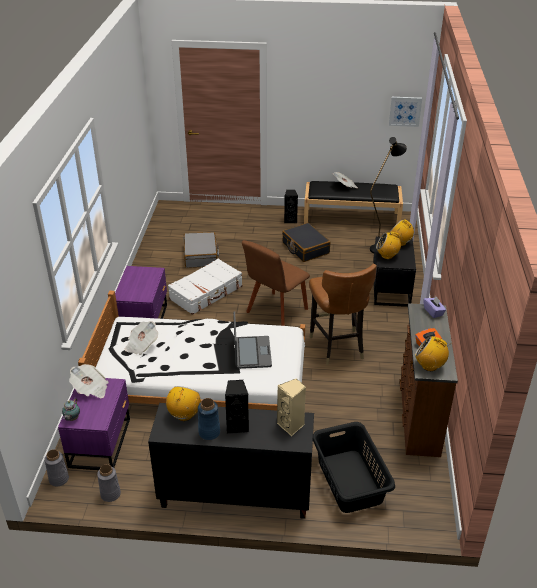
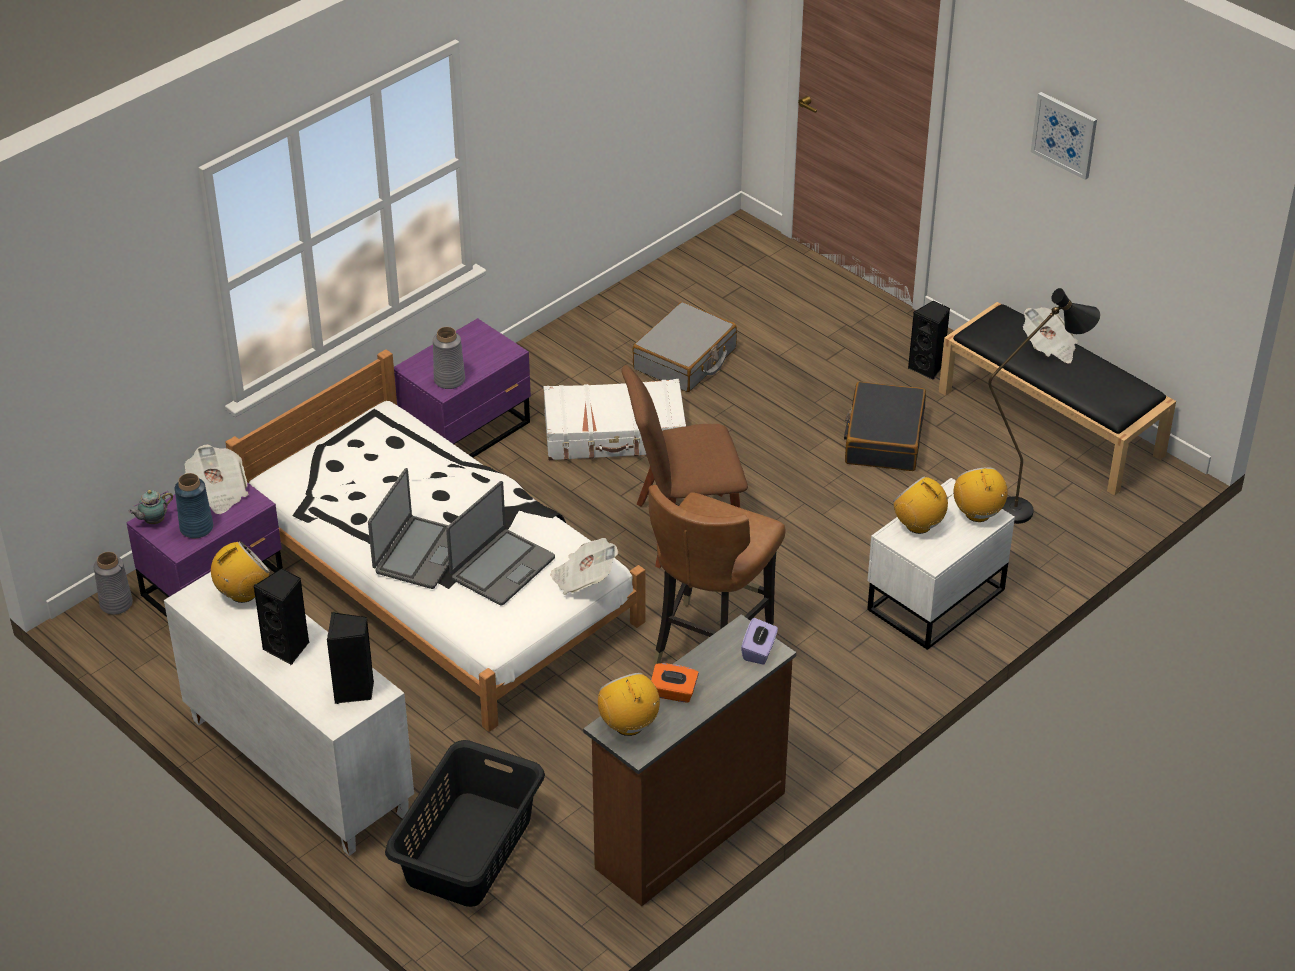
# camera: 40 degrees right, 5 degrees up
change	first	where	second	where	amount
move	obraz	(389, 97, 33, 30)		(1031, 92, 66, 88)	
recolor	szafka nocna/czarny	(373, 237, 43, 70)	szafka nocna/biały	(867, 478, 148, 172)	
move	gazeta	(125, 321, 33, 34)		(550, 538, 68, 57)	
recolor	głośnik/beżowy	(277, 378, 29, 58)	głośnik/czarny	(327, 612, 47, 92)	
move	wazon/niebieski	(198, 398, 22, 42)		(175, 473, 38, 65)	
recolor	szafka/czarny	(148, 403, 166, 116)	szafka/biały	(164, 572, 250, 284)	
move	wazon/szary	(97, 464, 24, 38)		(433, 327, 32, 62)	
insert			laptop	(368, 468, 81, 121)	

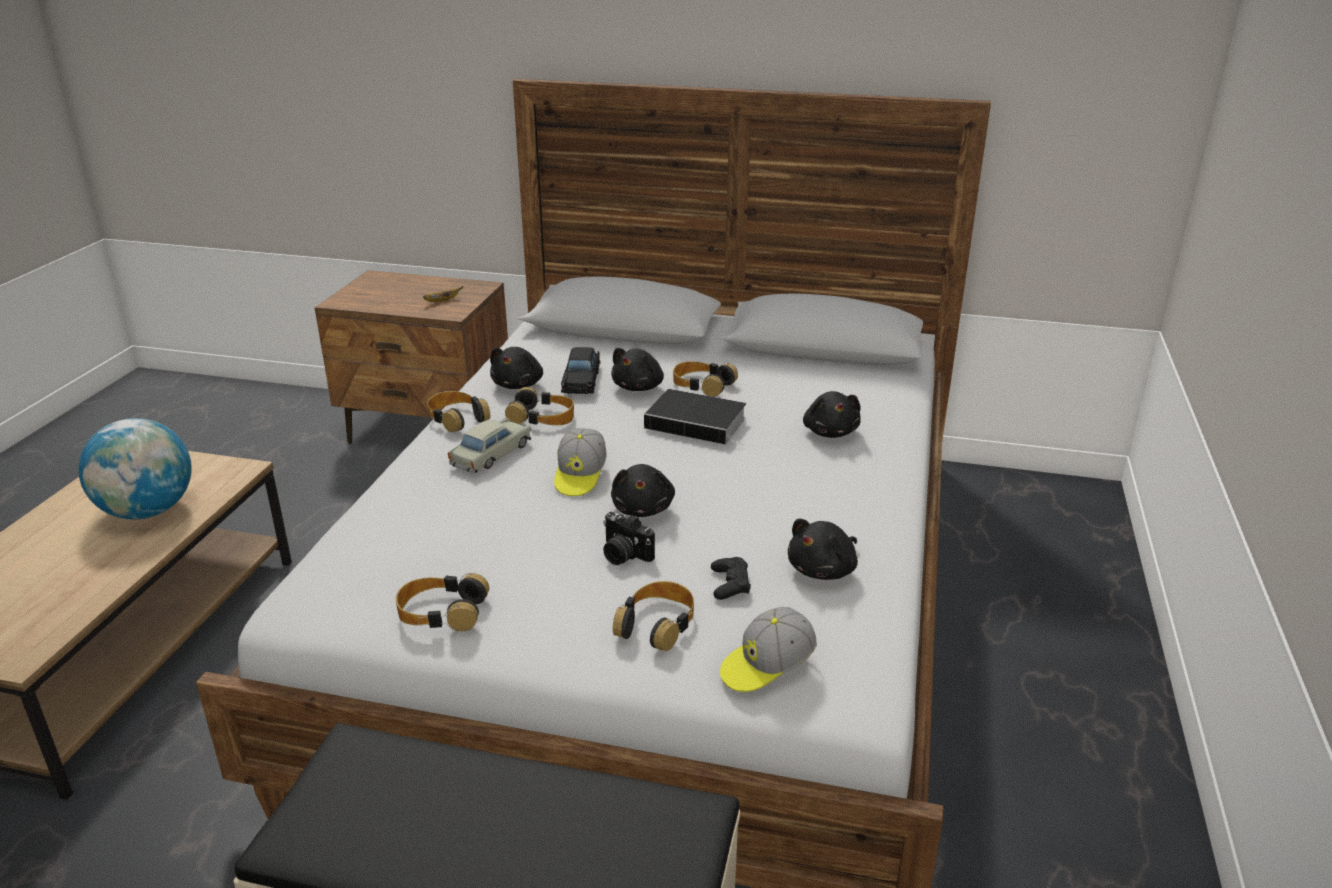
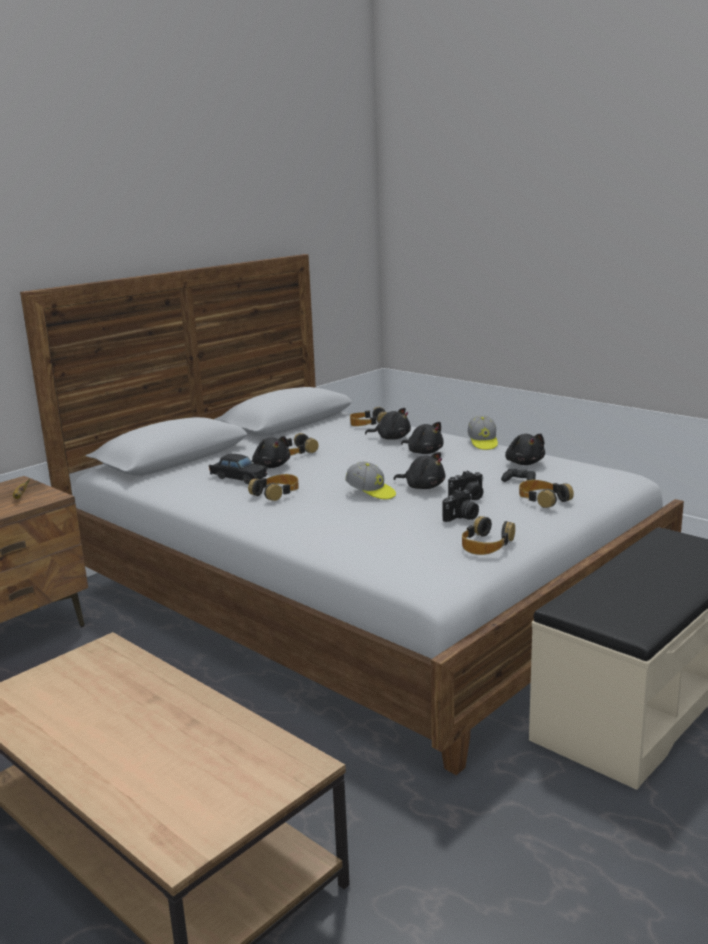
# camera: 60 degrees left, 10 degrees down
change	first	where	second	where	amount
move	pluszak/czarny	(490, 347, 53, 42)		(401, 422, 43, 32)	
delete	książka	(644, 389, 102, 57)			
move	słuchawki	(427, 391, 63, 41)		(350, 407, 37, 19)	
delete	samochodzik/beżowy	(448, 417, 83, 56)			
delete	globus	(79, 418, 113, 102)			
move	czapka z daszkiem	(720, 607, 97, 85)		(467, 416, 31, 34)	
insert			aparat fotograficzny	(442, 489, 37, 33)	

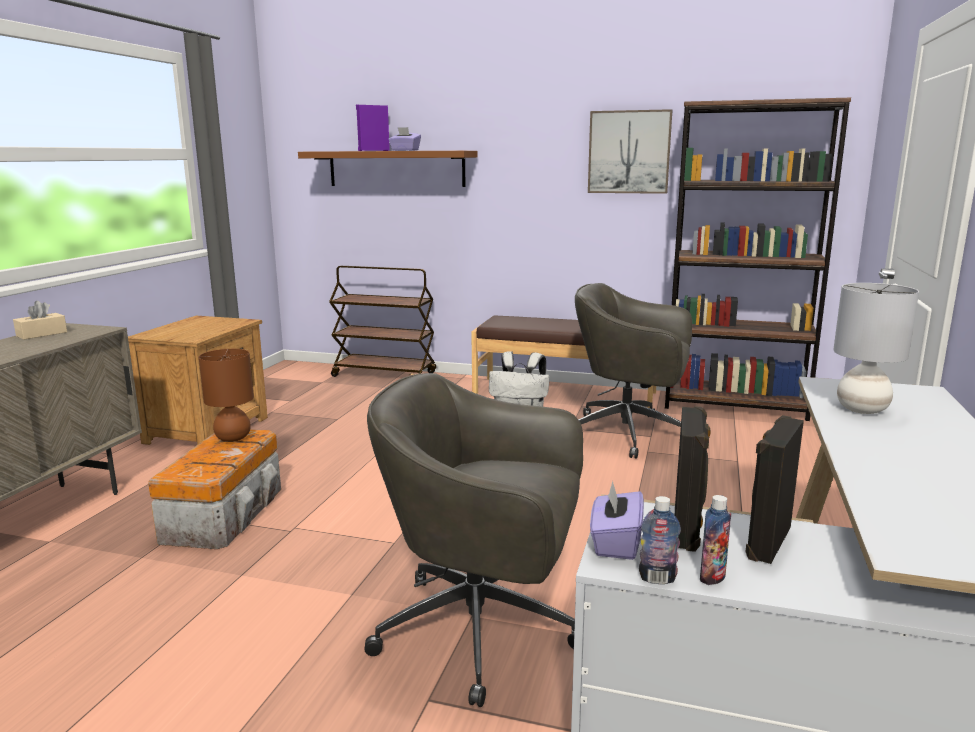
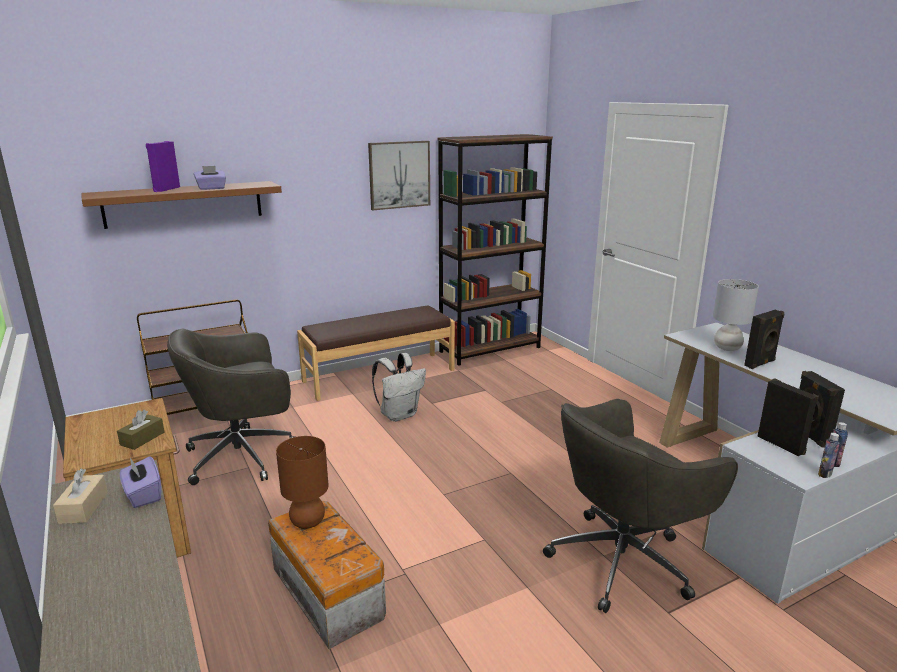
# camera: 45 degrees left, 5 degrees up
change	first	where	second	where	amount
move	krzesło biurowe/szary	(575, 283, 117, 176)		(167, 329, 128, 156)	
move	pudełko chusteczek/fioletowy	(590, 481, 54, 79)		(120, 456, 41, 52)	
insert			głośnik/czarny	(744, 310, 40, 59)	
insert			pudełko chusteczek/brązowy	(117, 410, 47, 40)	

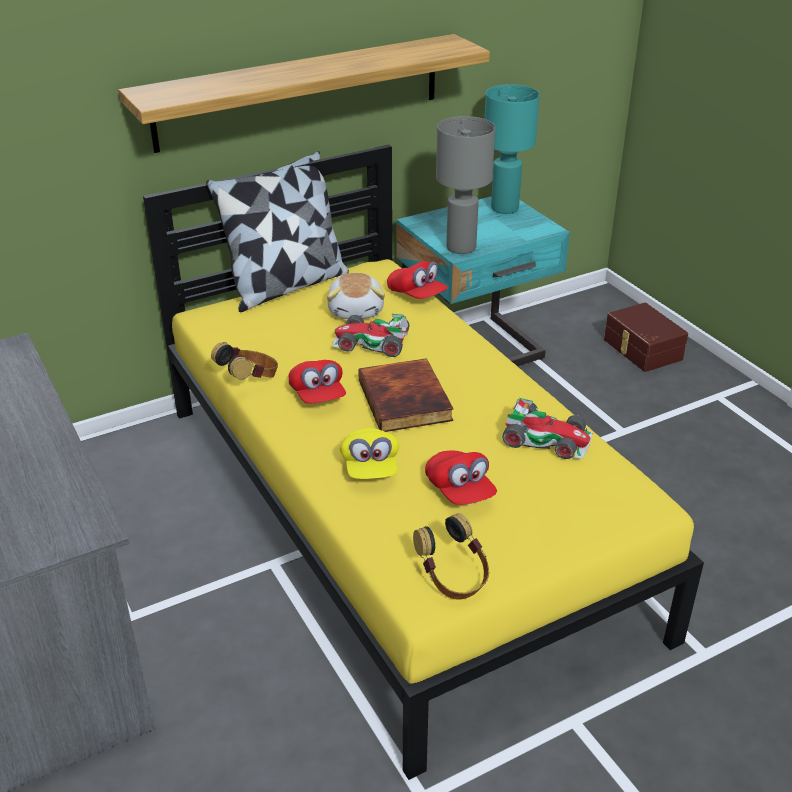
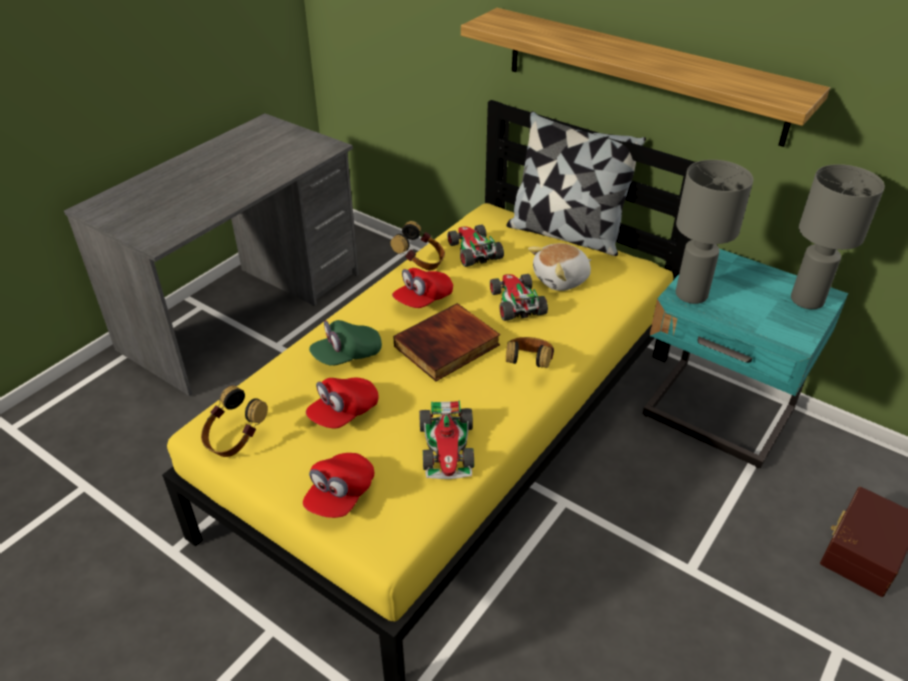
# camera: 65 degrees right, 5 degrees up
change	first	where	second	where	amount
recolor	lampa stołowa/turkusowy	(484, 84, 56, 130)	lampa stołowa/szary	(791, 164, 94, 145)	
move	czapka z daszkiem/czerwony	(387, 261, 61, 38)		(303, 453, 71, 65)	
recolor	czapka z daszkiem/żółty	(340, 428, 59, 51)	czapka z daszkiem/zielony	(309, 320, 73, 46)	
insert			samochodzik	(447, 224, 57, 43)	
insert			słuchawki	(506, 337, 48, 31)	

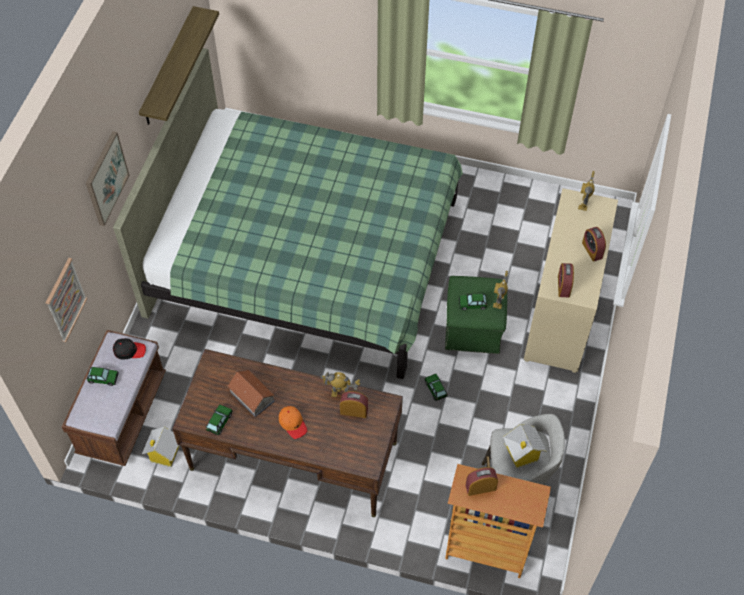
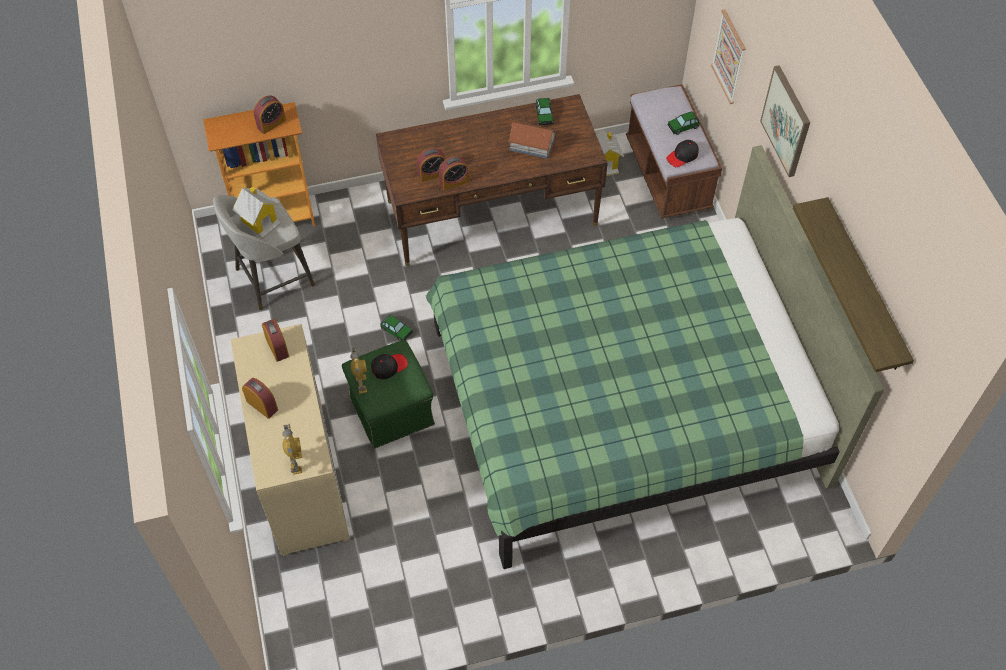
# camera: 150 degrees right, 0 degrees up
change	first	where	second	where	amount
replace	samochodzik	(459, 293, 28, 17)	czapka z daszkiem/czarny	(371, 354, 37, 25)	
replace	robot zabawkowy	(320, 372, 40, 25)	budzik	(439, 156, 30, 35)	
delete	czapka z daszkiem/pomarańczowy	(279, 406, 29, 33)			

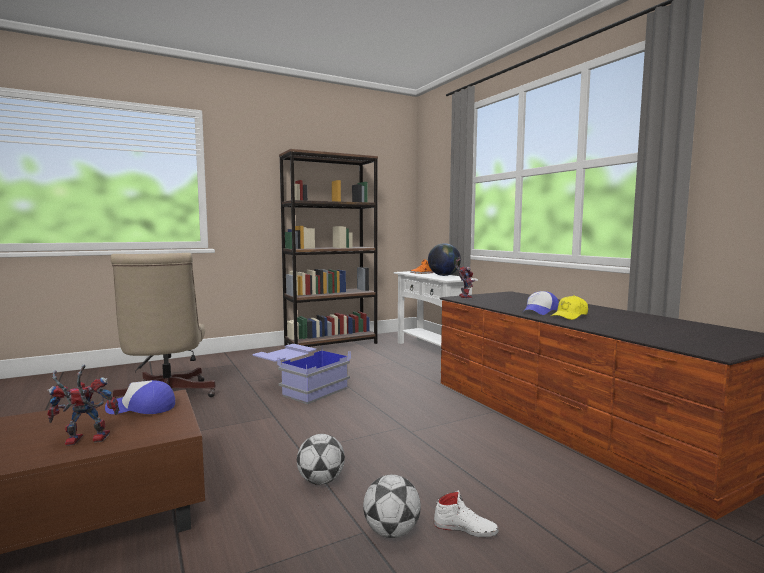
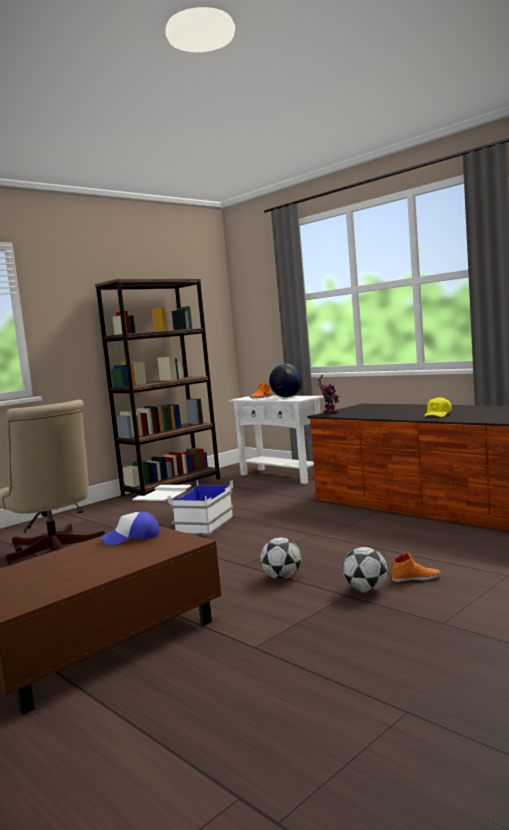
# camera: 15 degrees left, 0 degrees up
change	first	where	second	where	amount
delete	czapka z daszkiem	(525, 291, 34, 24)			
recolor	pojemnik do przechowywania/niebieski	(252, 344, 99, 60)	pojemnik do przechowywania/biały	(132, 481, 102, 55)	
delete	robot zabawkowy	(47, 365, 72, 81)			
recolor	but/biały	(434, 490, 65, 47)	but/pomarańczowy	(391, 553, 50, 29)	

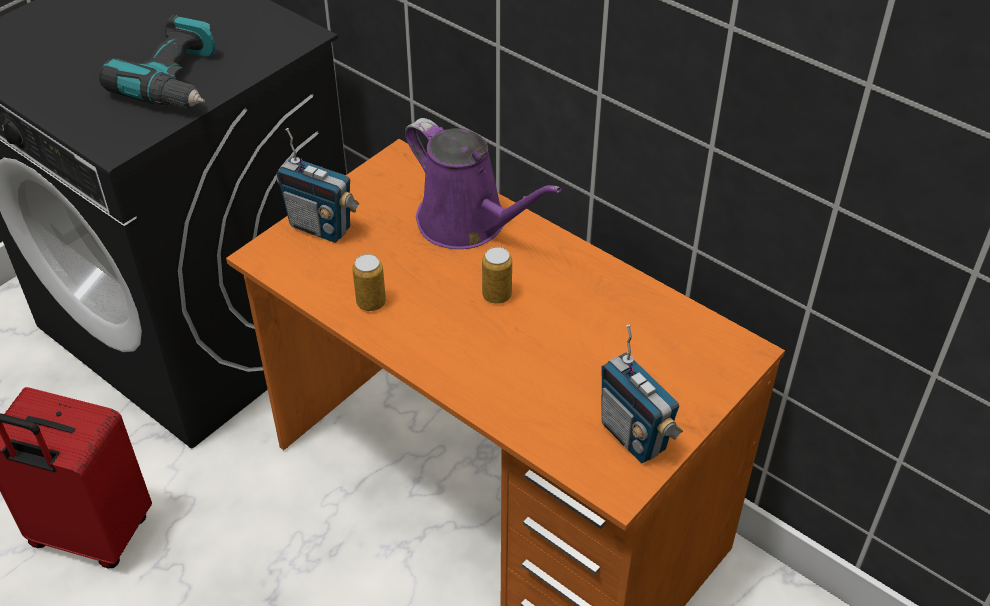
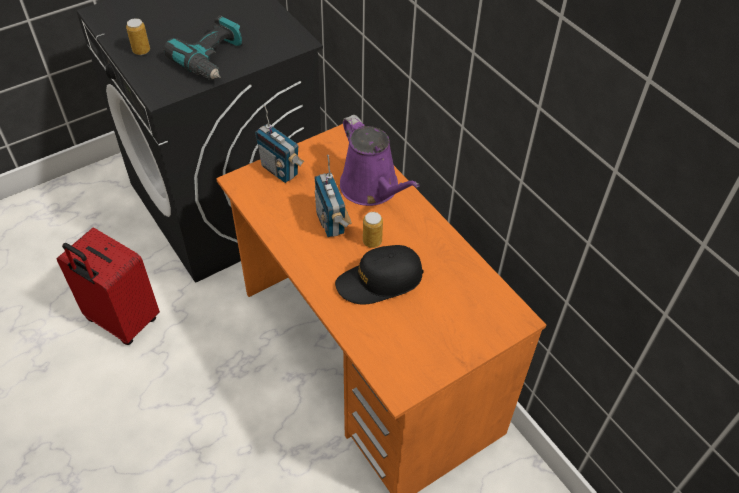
# camera: 15 degrees right, 5 degrees up
change	first	where	second	where	amount
move	puszka	(352, 254, 34, 57)		(126, 18, 24, 37)	
move	radio	(601, 324, 82, 139)		(314, 155, 38, 82)	
insert			czapka z daszkiem/czarny	(335, 245, 89, 60)	

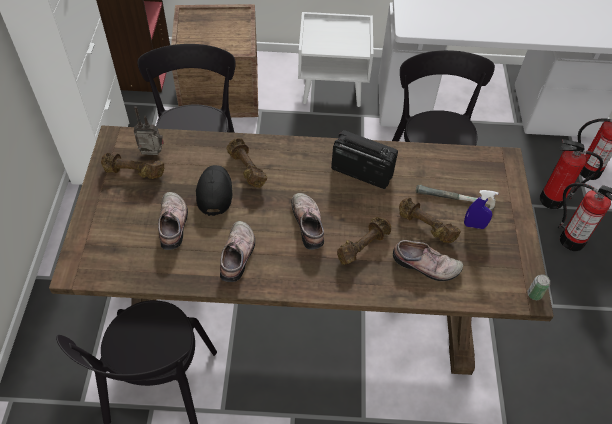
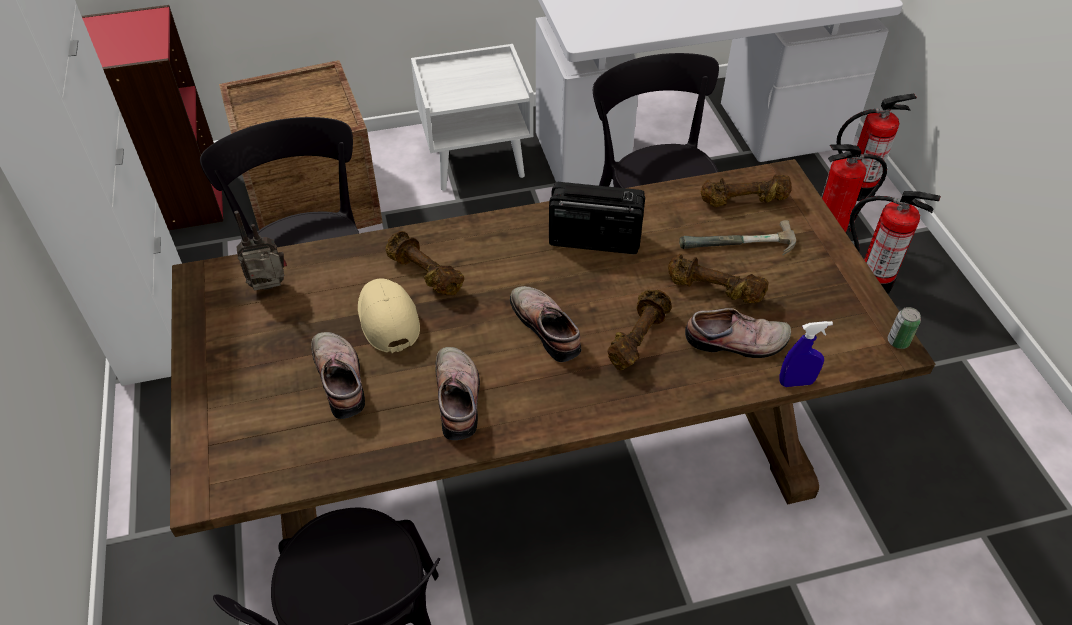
# camera: 15 degrees left, 5 degrees down
change	first	where	second	where	amount
move	hantel/brązowy	(101, 153, 64, 26)		(700, 175, 91, 32)	
recolor	czapka z daszkiem/czarny	(196, 165, 36, 51)	czapka z daszkiem/beżowy	(358, 279, 62, 74)	
move	spryskiwacz/niebieski	(464, 190, 34, 39)		(779, 321, 54, 66)	

